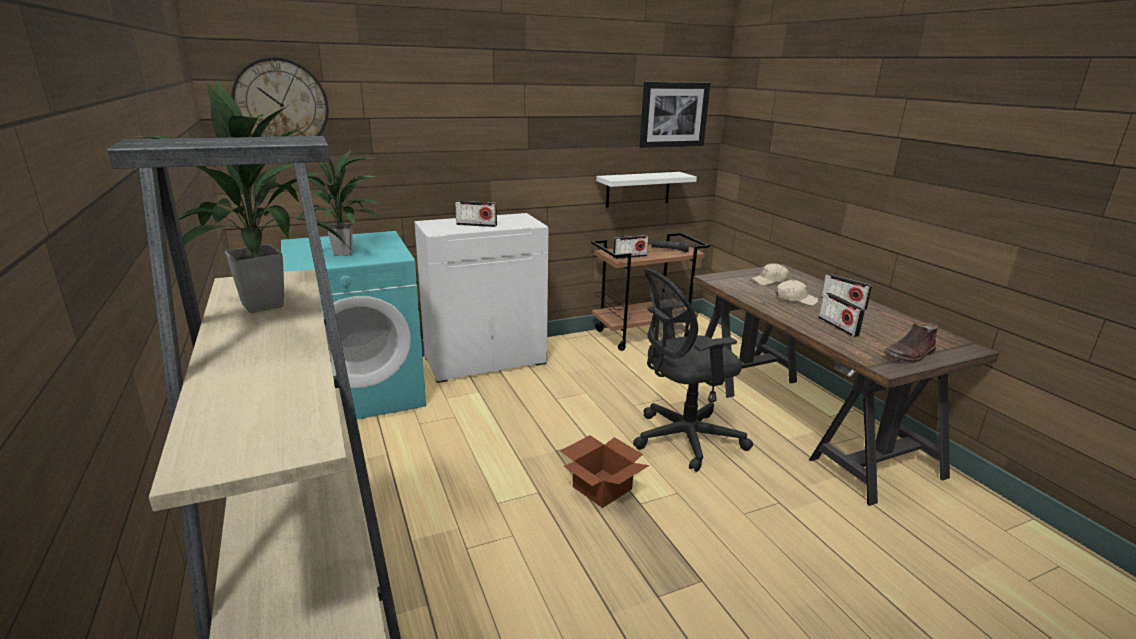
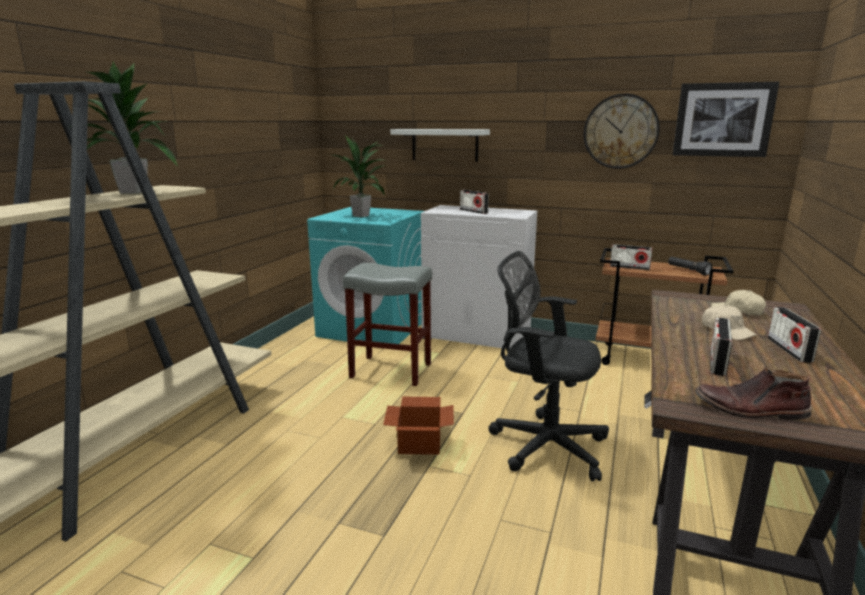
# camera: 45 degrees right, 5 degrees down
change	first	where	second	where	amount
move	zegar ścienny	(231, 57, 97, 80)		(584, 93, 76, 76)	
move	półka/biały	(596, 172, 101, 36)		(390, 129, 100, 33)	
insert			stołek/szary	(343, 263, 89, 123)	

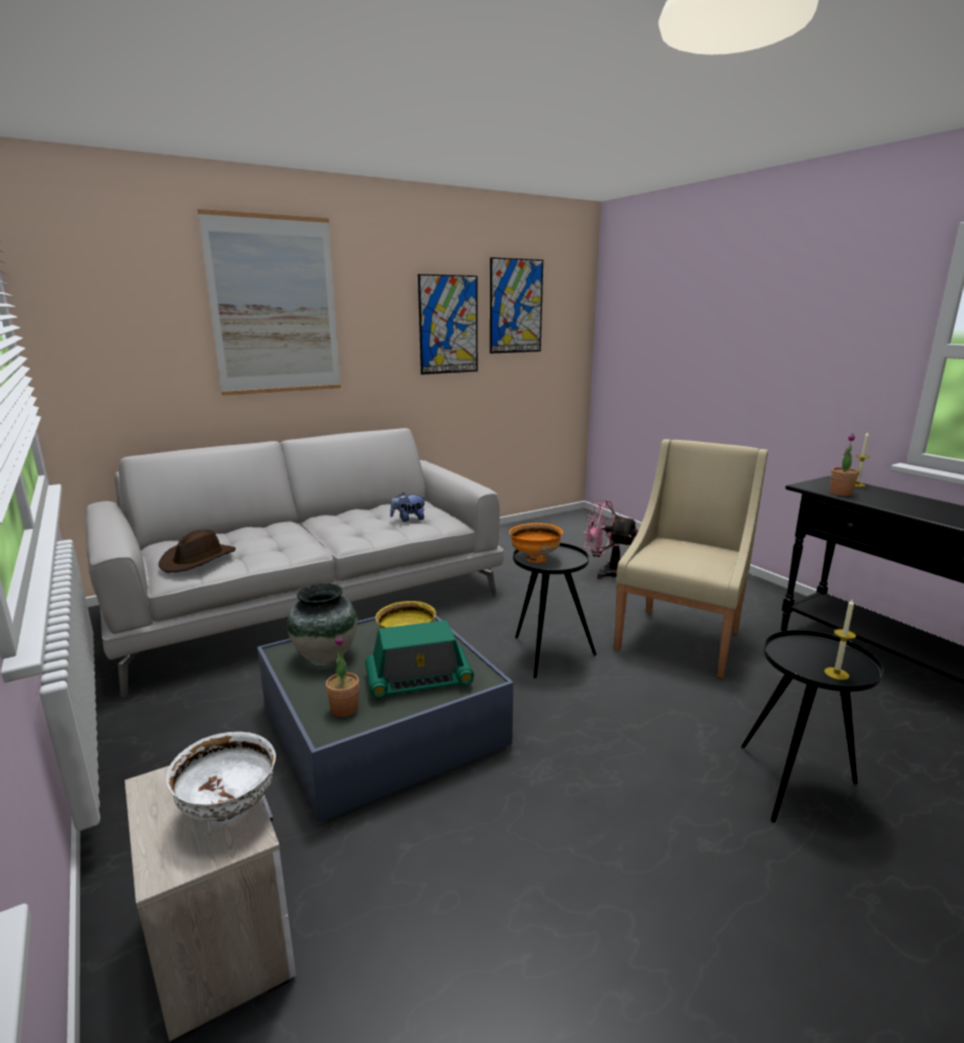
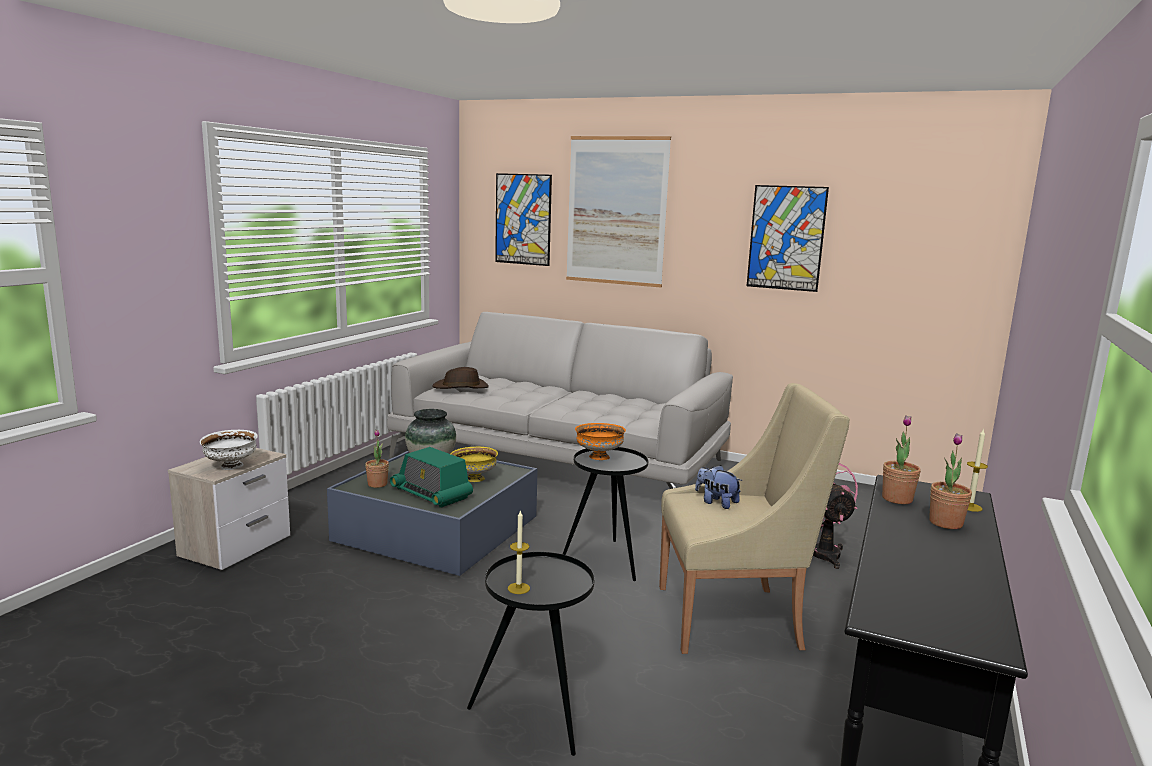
# camera: 55 degrees right, 5 degrees down
change	first	where	second	where	amount
move	obraz	(490, 257, 53, 97)		(495, 173, 57, 93)	
move	pluszak	(390, 492, 36, 30)		(695, 465, 47, 44)	
insert			roślina doniczkowa	(929, 433, 43, 96)	

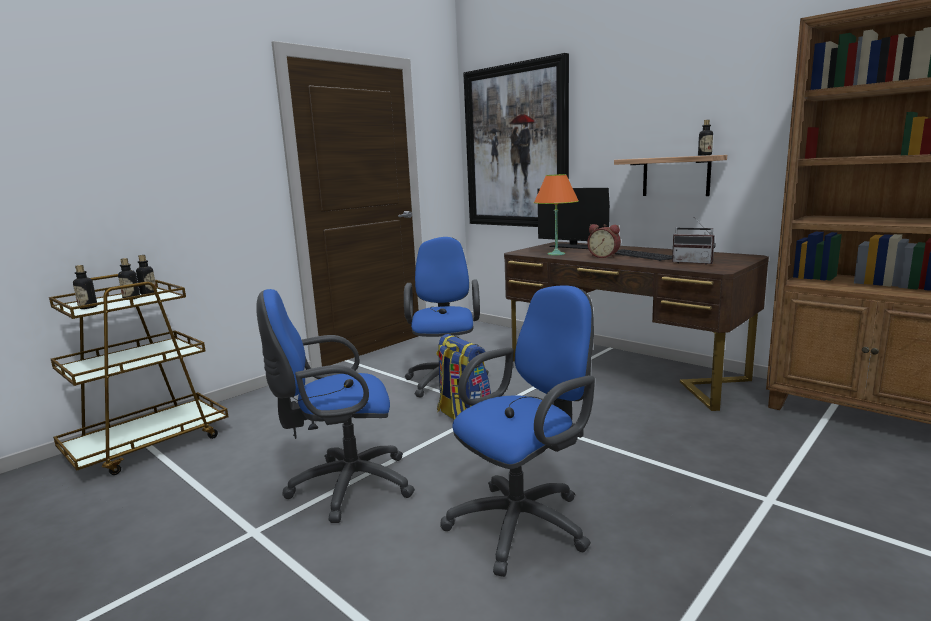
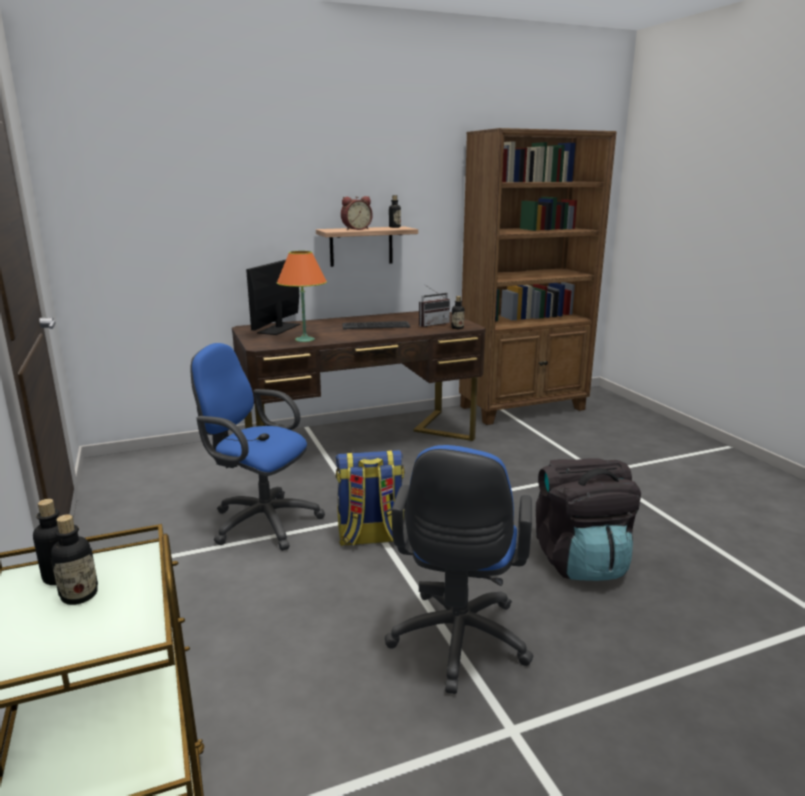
# camera: 65 degrees left, 5 degrees up
change	first	where	second	where	amount
delete	obraz	(463, 53, 106, 174)			
rotate	monitor	(538, 188, 72, 61)		(246, 260, 54, 75)	135 degrees clockwise
move	budzik	(587, 224, 34, 34)		(341, 196, 32, 34)	
move	butelka	(73, 265, 24, 44)		(451, 296, 13, 33)	
replace	krzesło biurowe/niebieski	(440, 285, 155, 292)	plecak/czarny	(536, 458, 105, 123)	

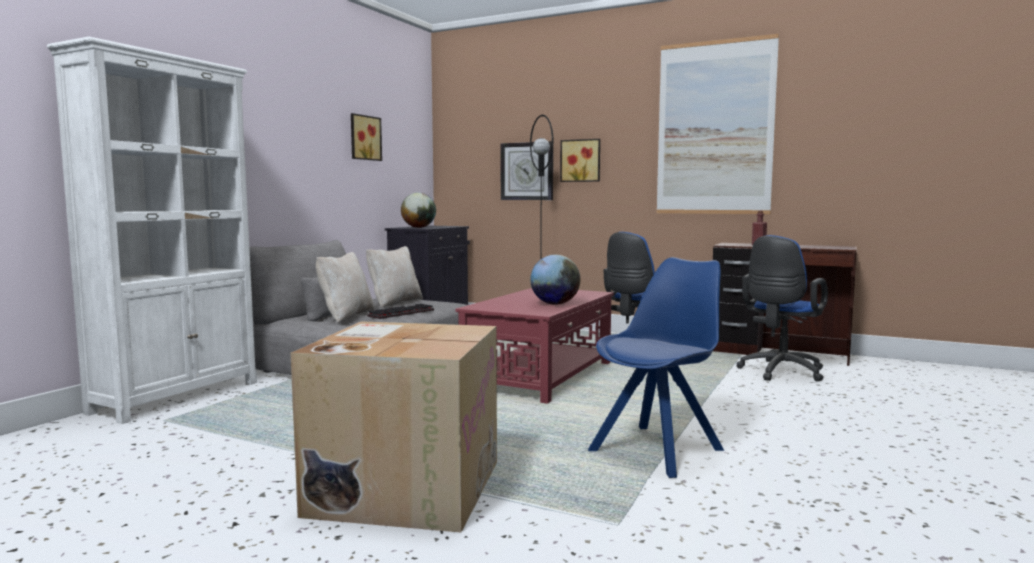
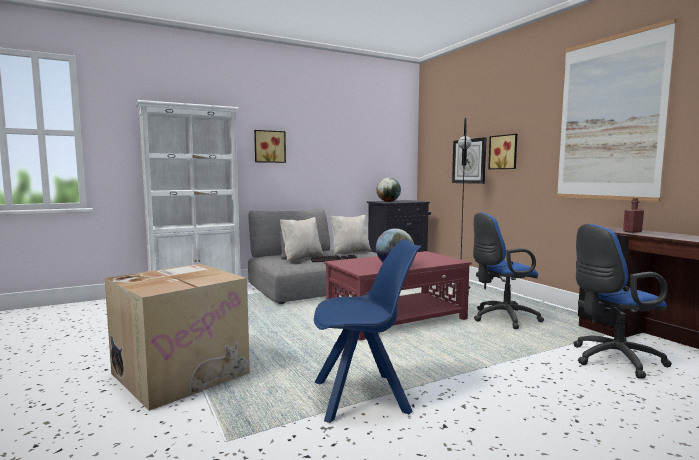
# camera: 35 degrees right, 0 degrees up
change	first	where	second	where	amount
move	obraz	(351, 113, 31, 48)		(254, 130, 32, 33)	

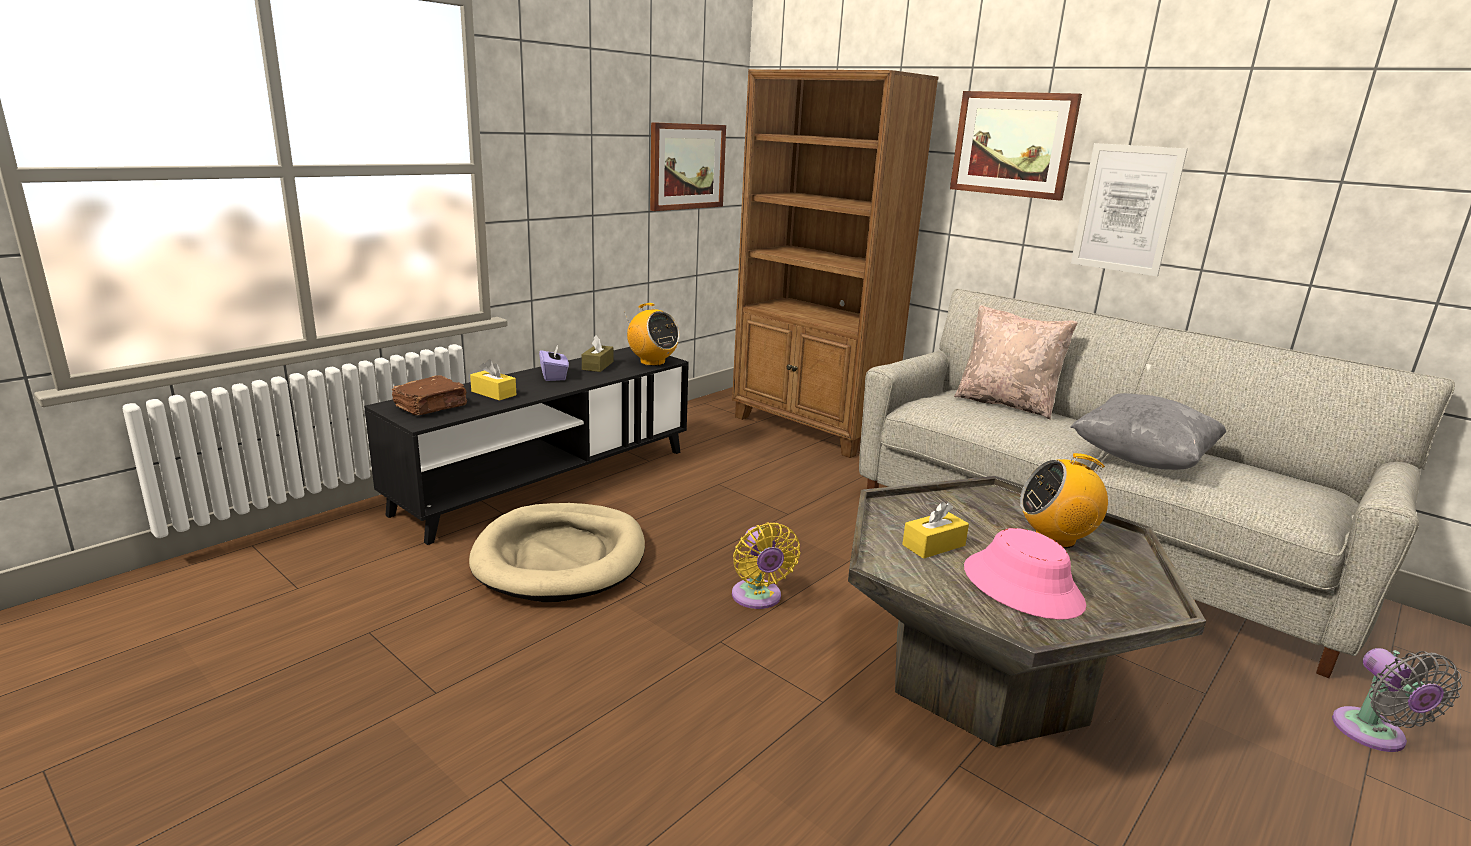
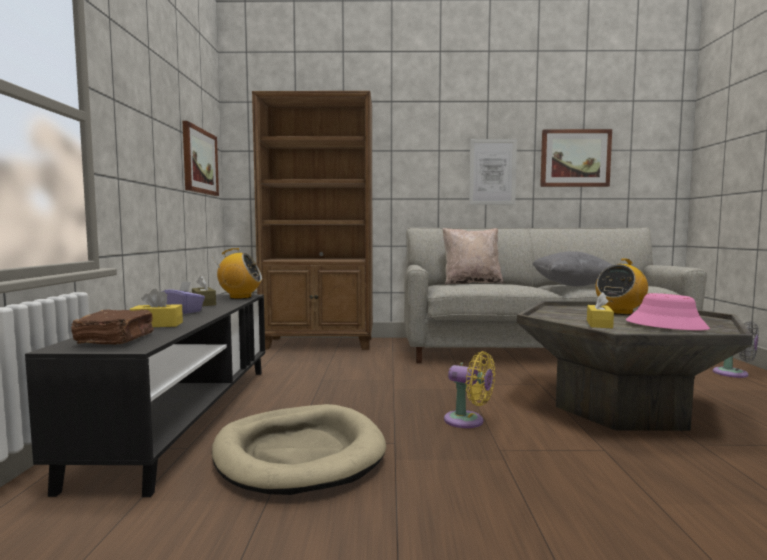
# camera: 40 degrees left, 15 degrees down
change	first	where	second	where	amount
move	obraz	(950, 91, 132, 110)		(540, 129, 72, 58)	

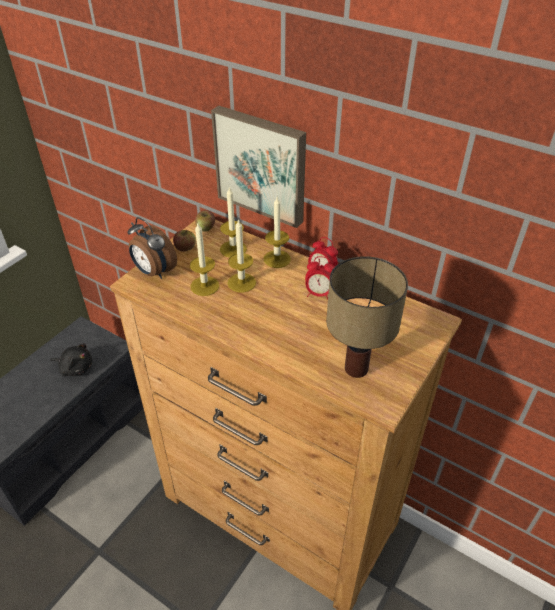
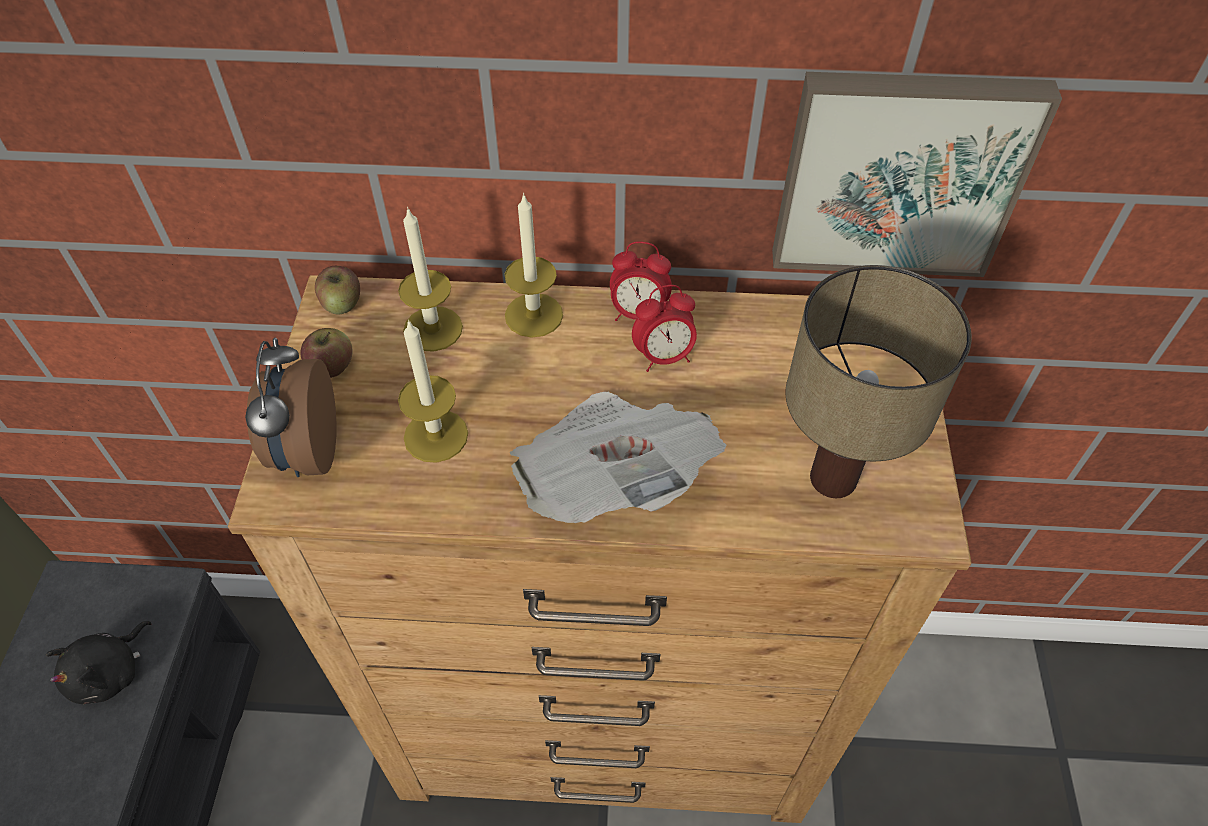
# camera: 30 degrees left, 10 degrees up
change	first	where	second	where	amount
move	obraz	(211, 106, 95, 122)		(772, 72, 290, 205)	
rotate	budzik	(128, 217, 49, 62)		(245, 338, 91, 139)	75 degrees clockwise
delete	świeca	(227, 219, 29, 74)			
rotate	pluszak/czarny	(50, 344, 42, 32)		(46, 621, 106, 83)	135 degrees clockwise
insert			gazeta	(510, 391, 216, 132)	

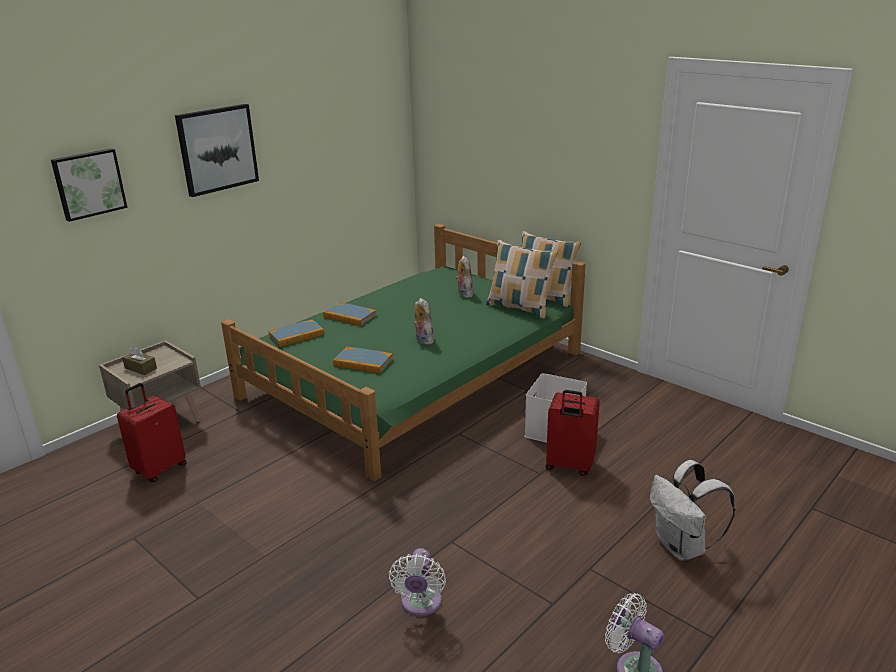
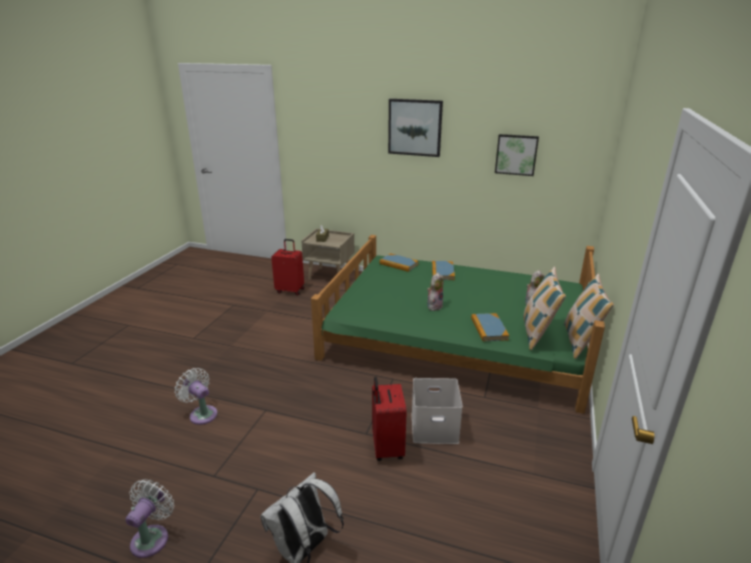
# camera: 65 degrees right, 0 degrees up
change	first	where	second	where	amount
move	obraz	(51, 148, 77, 74)		(495, 134, 44, 42)	
move	książka	(333, 346, 60, 27)		(471, 313, 39, 29)	
rotate	wentylator/biały	(389, 548, 57, 69)		(175, 368, 43, 57)	60 degrees clockwise

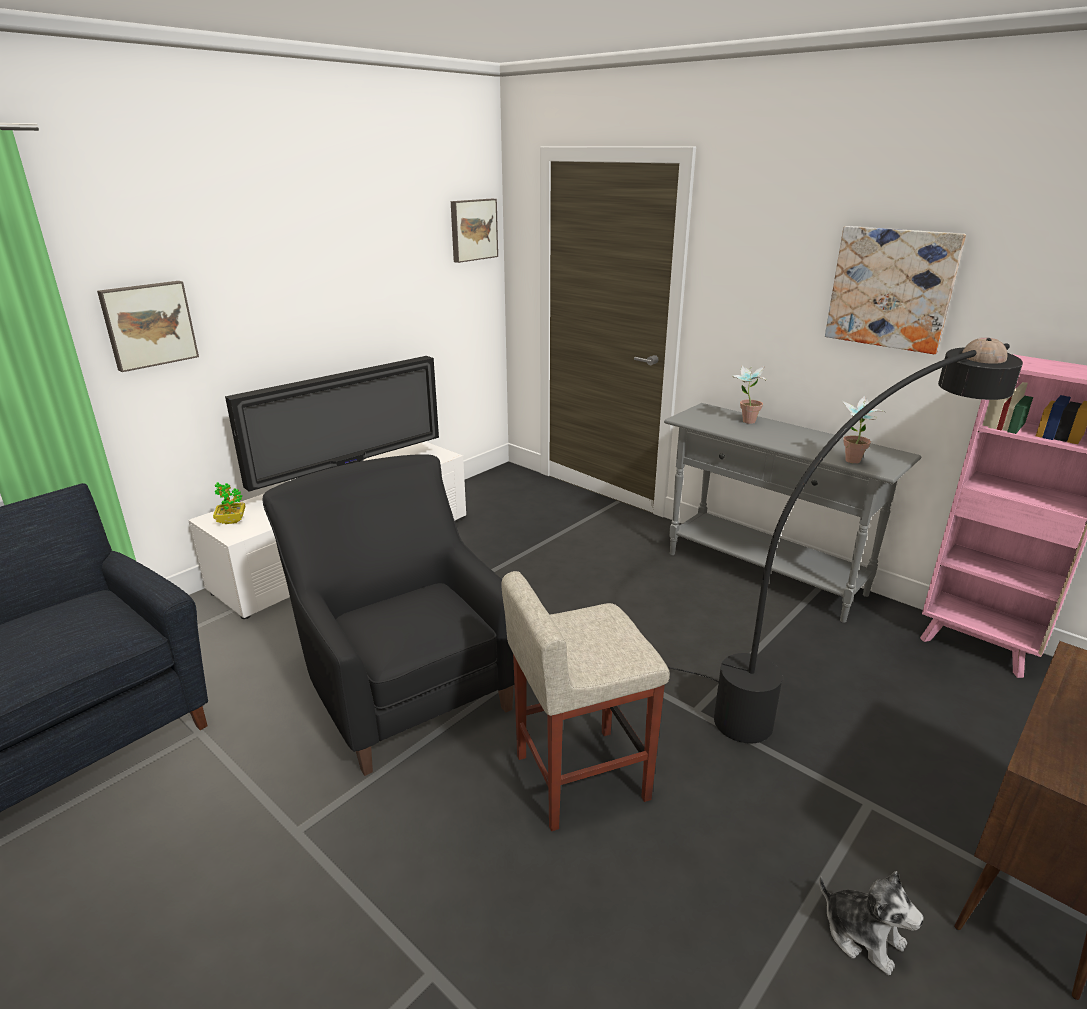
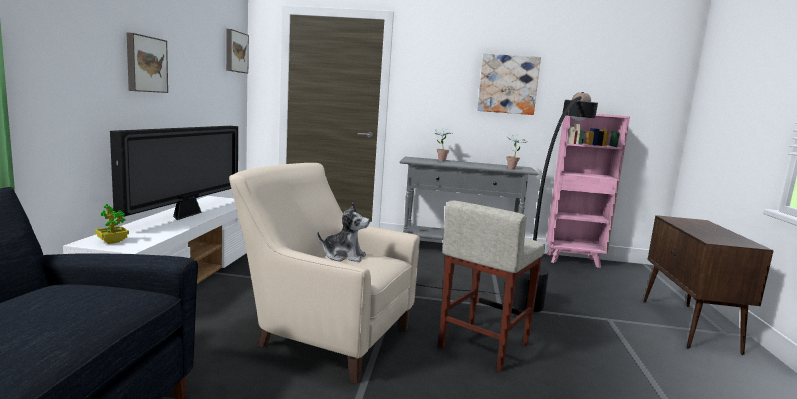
# camera: 35 degrees left, 15 degrees down
change	first	where	second	where	amount
move	obraz	(97, 281, 102, 91)		(127, 33, 41, 60)	
recolor	fotel/czarny	(263, 454, 251, 322)	fotel/beżowy	(229, 163, 191, 221)	
move	pluszak	(819, 871, 105, 104)		(317, 202, 53, 60)	

